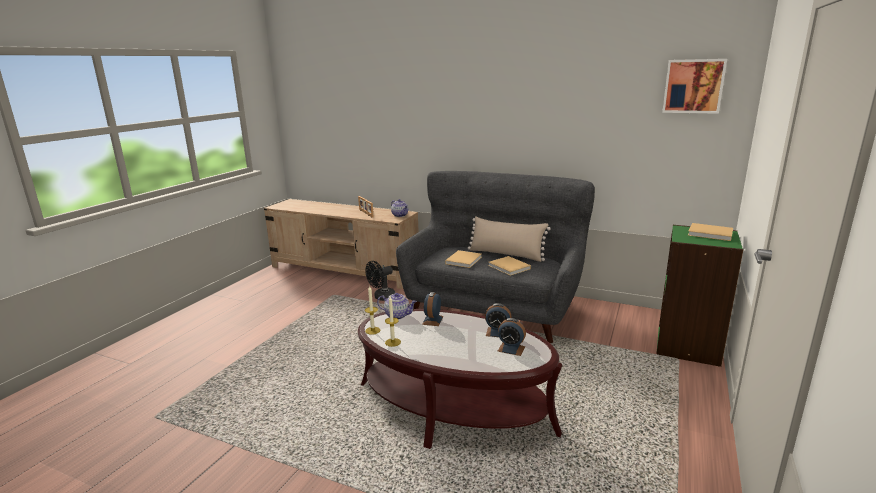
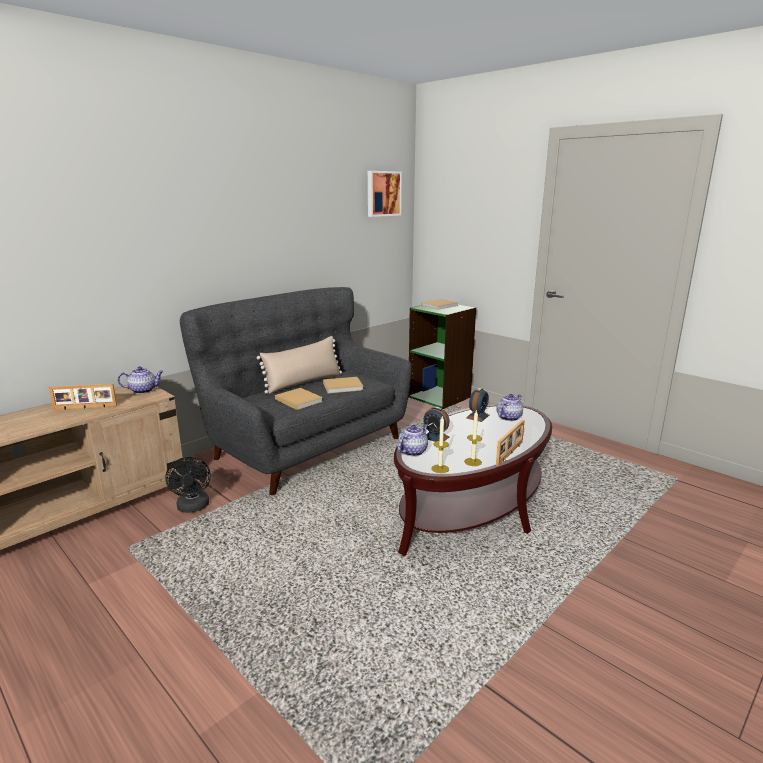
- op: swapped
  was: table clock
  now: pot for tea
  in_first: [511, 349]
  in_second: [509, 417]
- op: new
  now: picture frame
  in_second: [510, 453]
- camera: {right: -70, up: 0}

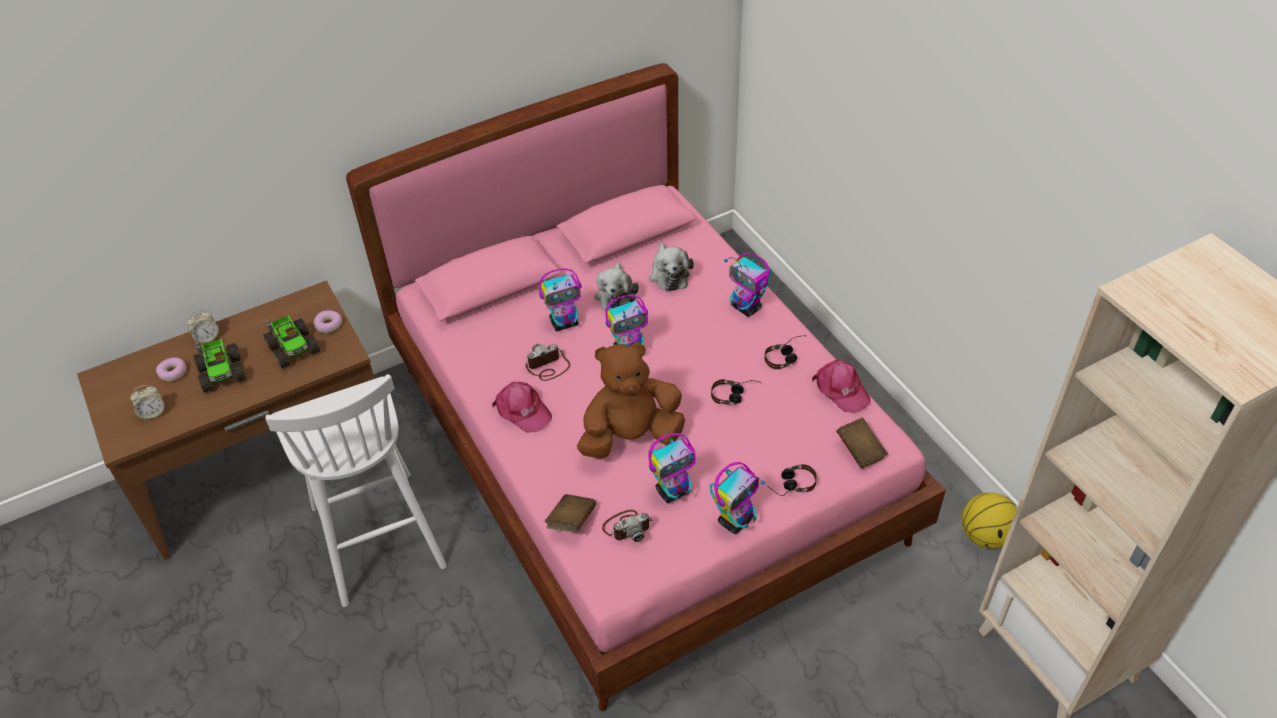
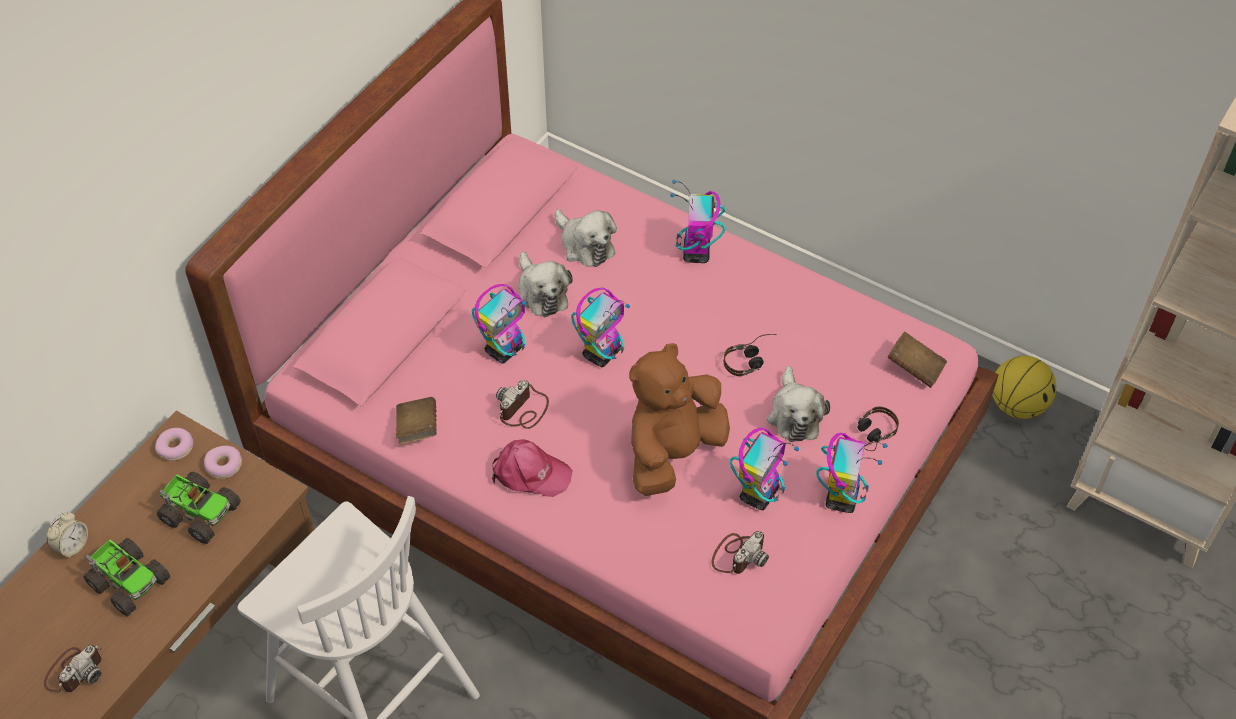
- op: rotated
  was: toy robot
  in_first: [746, 308]
  in_second: [696, 253]
  clockwise: 75
- op: gone
  was: pair of headphones
  in_first: [786, 357]
- op: shifted
  was: ring doughnut
  in_first: [173, 373]
  in_second: [176, 448]
- op: gone
  was: pinkish peaked cap
  in_first: [841, 389]
- op: swapped
  was: table clock
  now: photo camera
  in_first: [153, 413]
  in_second: [75, 670]
- op: shifted
  was: brownish book
  in_first: [571, 521]
  in_second: [417, 429]
- op: new
  now: cuddly toy
  in_second: [794, 414]
- camera: {right: -30, up: 5}

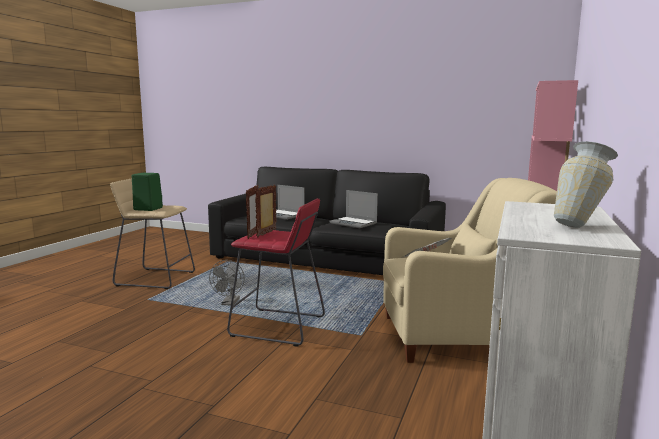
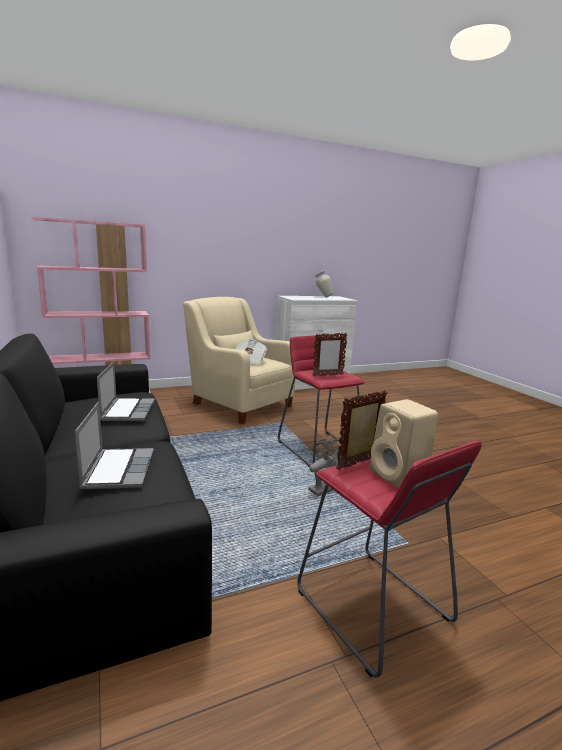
- op: repainted
  was: green-coloured speaker
  now: sand-coloured speaker
  in_first: [147, 209]
  in_second: [400, 476]
- op: repainted
  was: sand-coloured stool seat
  now: reddish stool seat
  in_first: [155, 278]
  in_second: [372, 607]
- op: shifted
  was: picture frame
  in_first: [253, 235]
  in_second: [358, 463]
- camera: {right: -135, up: 5}

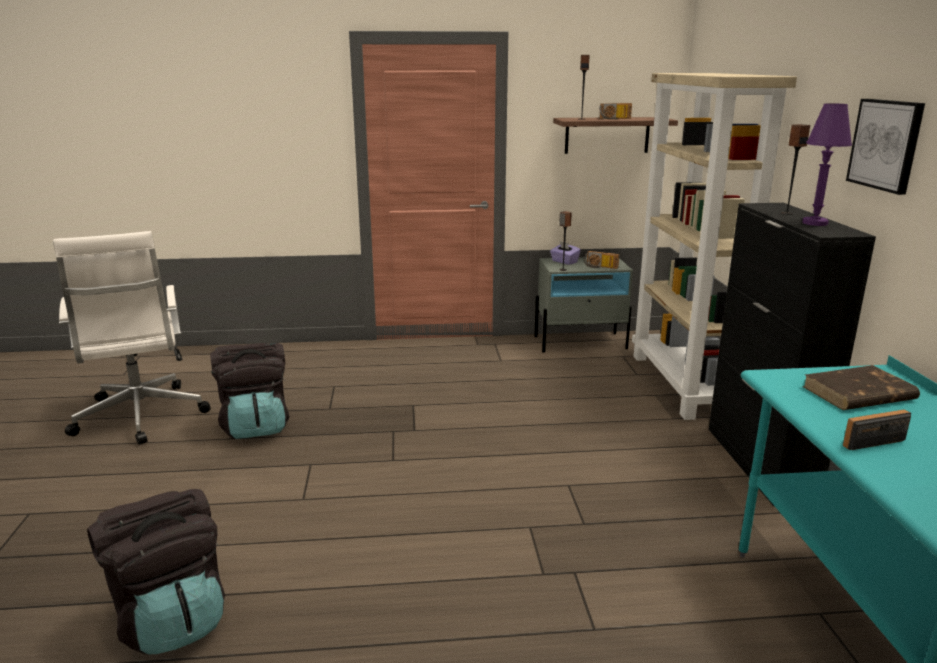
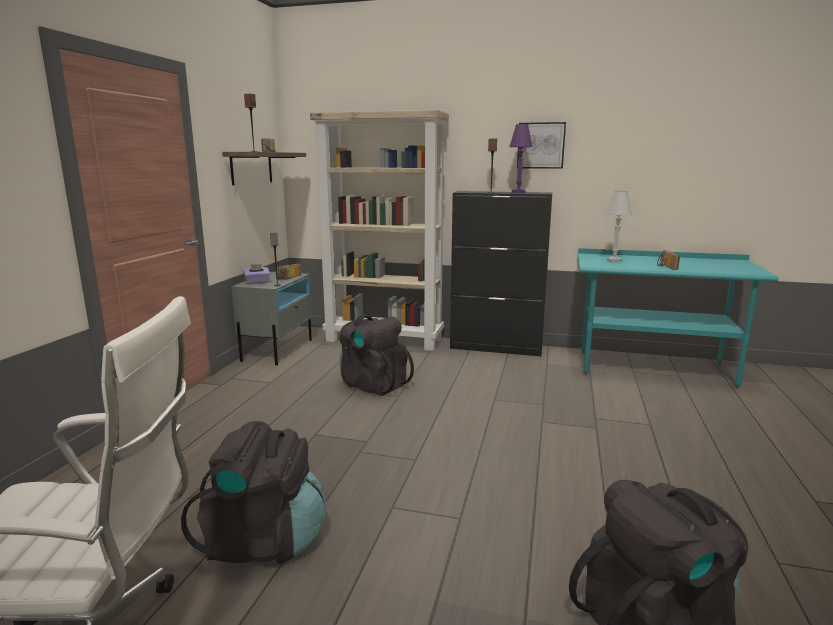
- op: swapped
  was: brownish book
  now: white tabletop lamp
  in_first: [858, 394]
  in_second: [614, 260]
- op: new
  now: blackish knapsack
  in_second: [373, 384]
- camera: {right: -70, up: -5}

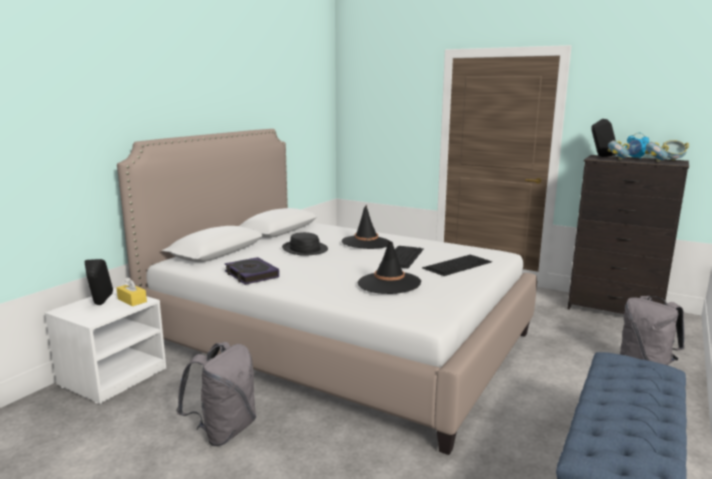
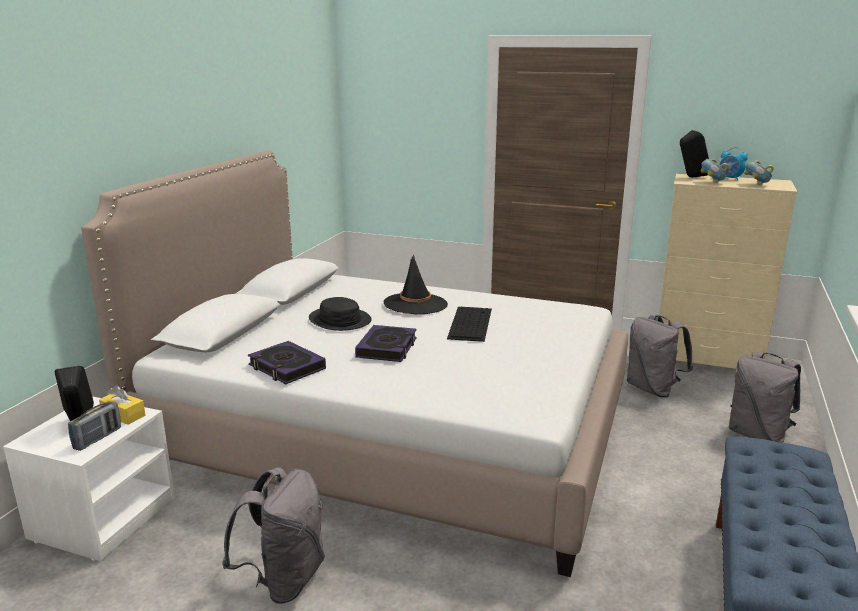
- op: gone
  was: serving bowl
  in_first: [672, 160]
- op: repainted
  was: blackish chest of drawers
  now: sand-coloured chest of drawers
  in_first: [615, 310]
  in_second: [707, 361]
- op: gone
  was: blackish clothing hat
  in_first: [389, 283]
- op: gone
  was: keyboard
  in_first: [457, 264]
- op: new
  now: grey knapsack
  in_second: [653, 389]
- op: new
  now: book
  in_second: [387, 348]
- op: new
  now: radio
  in_second: [98, 438]
- camera: {right: -10, up: 5}

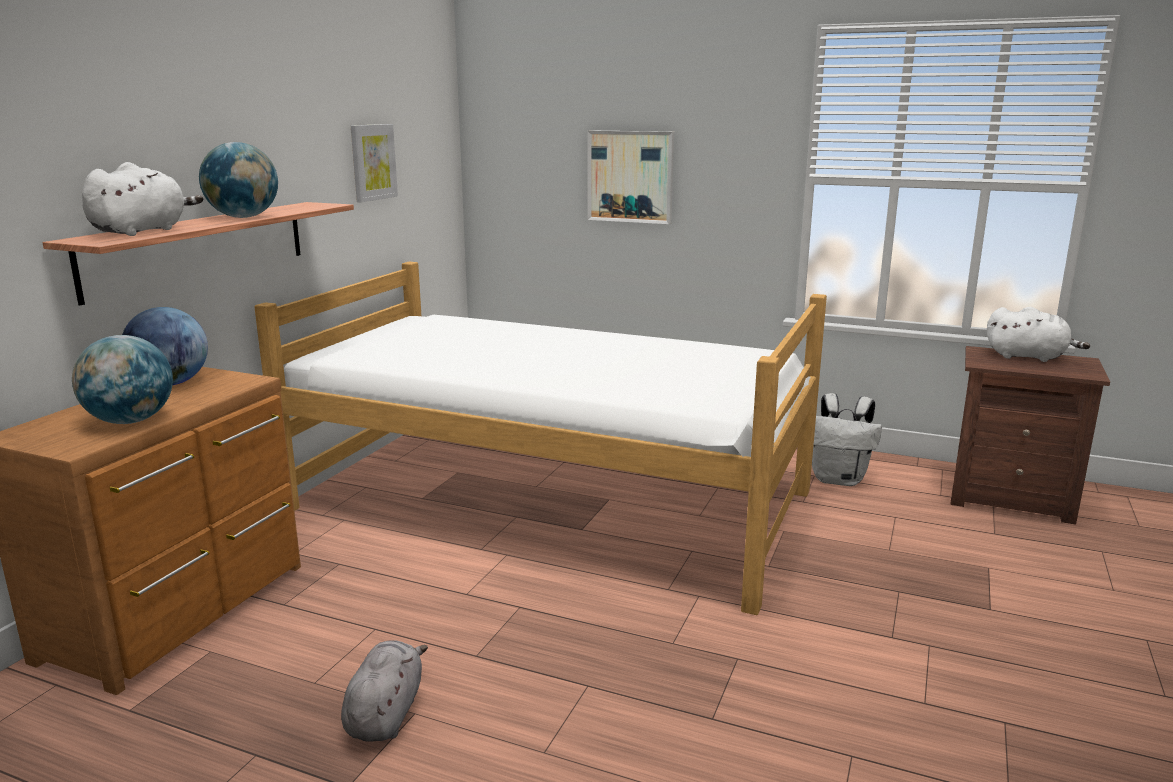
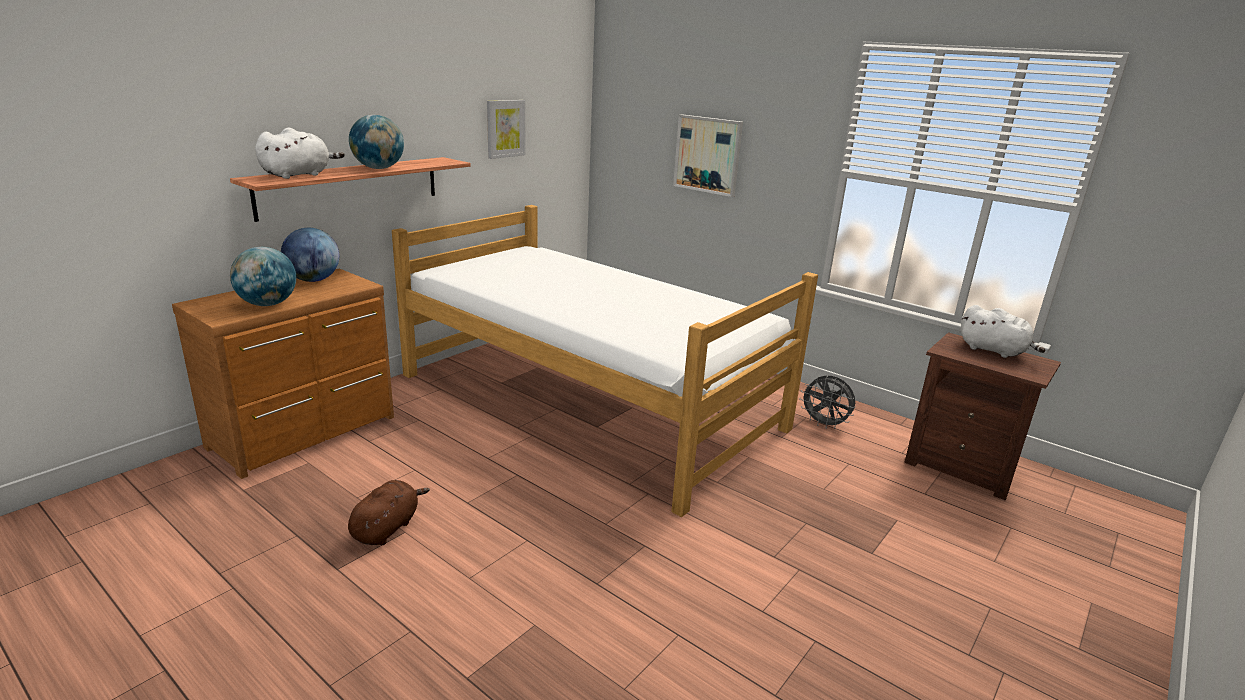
- op: swapped
  was: white knapsack
  now: grey fan
  in_first: [839, 479]
  in_second: [824, 424]
- op: repainted
  was: grey cuddly toy
  now: brownish cuddly toy
  in_first: [386, 714]
  in_second: [387, 528]
- camera: {right: 15, up: 5}

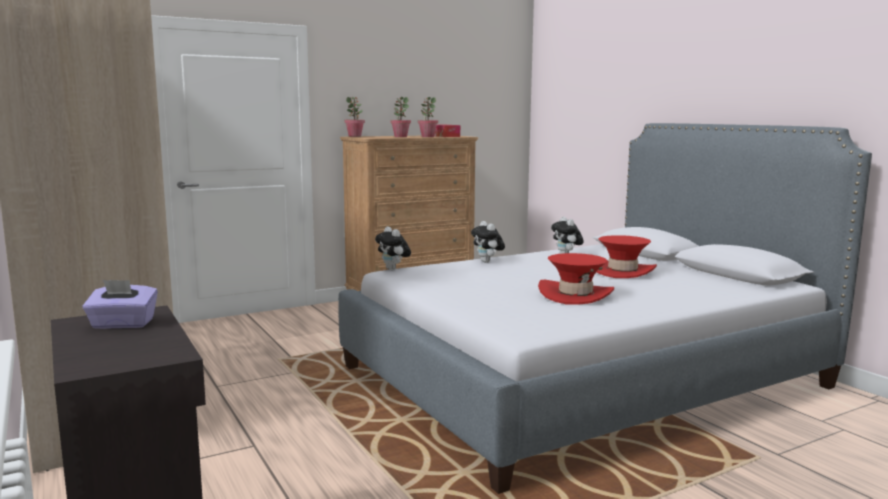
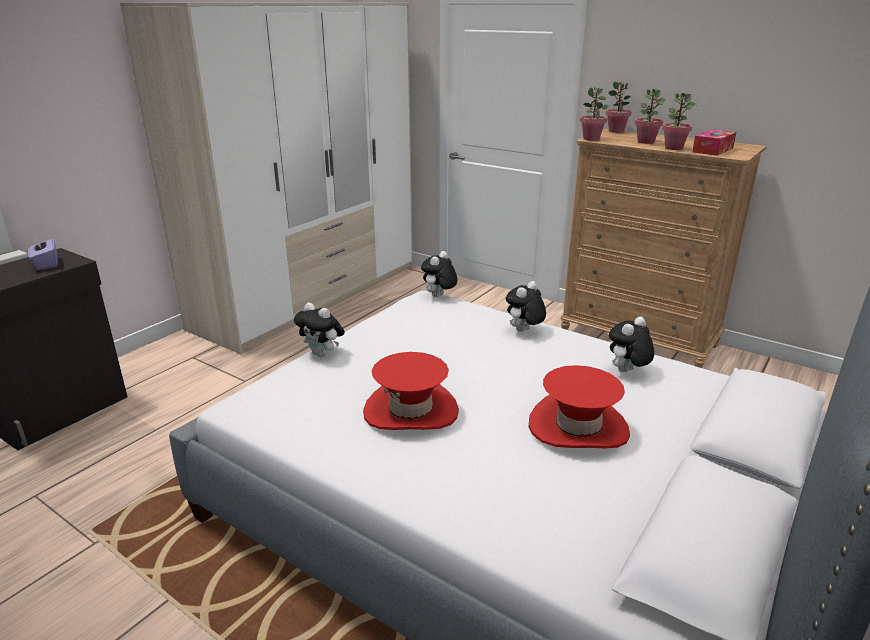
- op: new
  now: plant in a pot
  in_second: [591, 139]
- op: new
  now: cuddly toy
  in_second: [322, 354]
- camera: {right: 65, up: 15}

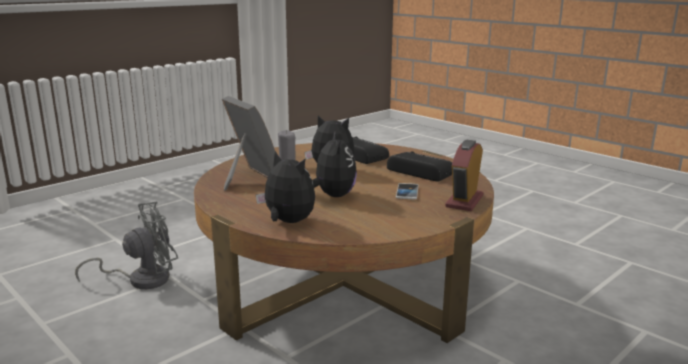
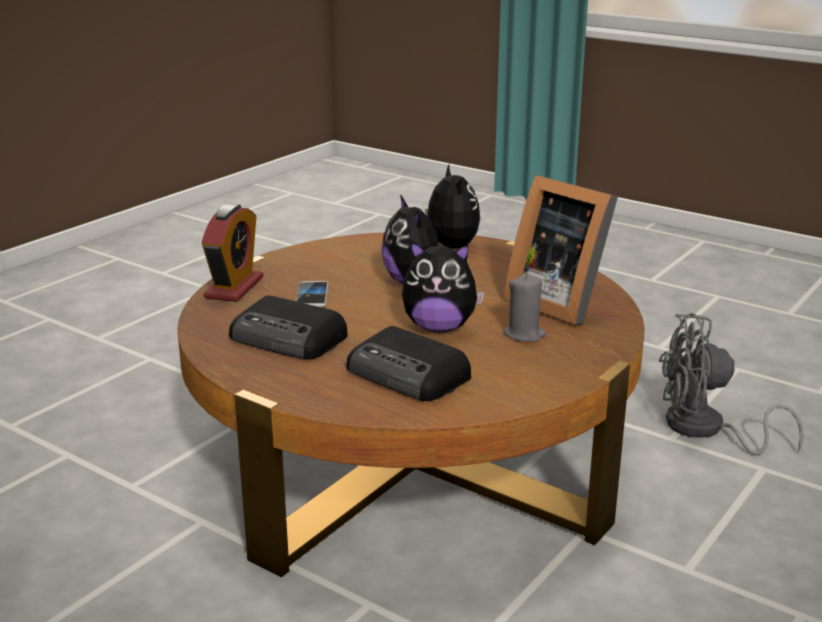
- op: rotated
  was: cuddly toy
  in_first: [287, 222]
  in_second: [448, 246]
  clockwise: -135
- op: rotated
  was: grey fan
  in_first: [141, 279]
  in_second: [705, 430]
  clockwise: 45
- camera: {right: 170, up: 5}

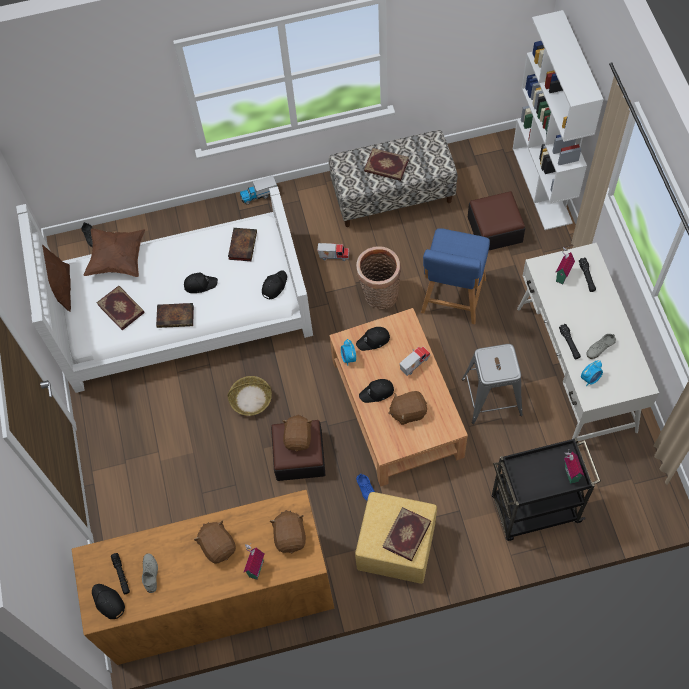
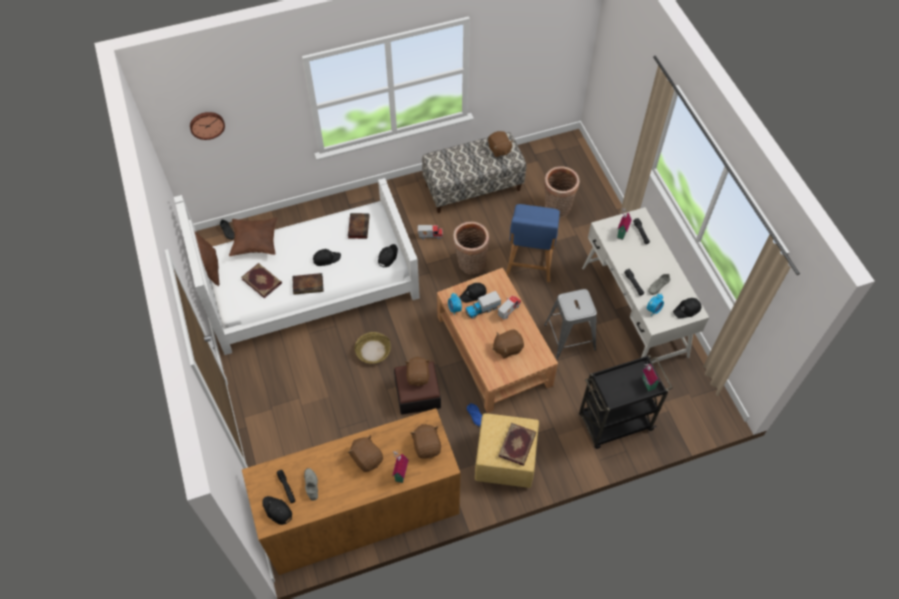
- op: gone
  was: white shelving unit
  in_first: [542, 185]
- op: gone
  was: book
  in_first: [386, 166]
- op: shifted
  was: model truck
  in_first: [259, 195]
  in_second: [482, 309]
- op: swapped
  was: ottoman
  now: household basket
  in_first: [494, 229]
  in_second: [557, 209]
- op: shifted
  was: blackish peaked cap
  in_first: [377, 392]
  in_second: [687, 310]
- op: new
  now: hanging clock
  in_second: [207, 124]
- op: new
  now: brownish cuddly toy
  in_second: [499, 150]
- camera: {right: -10, up: -5}

